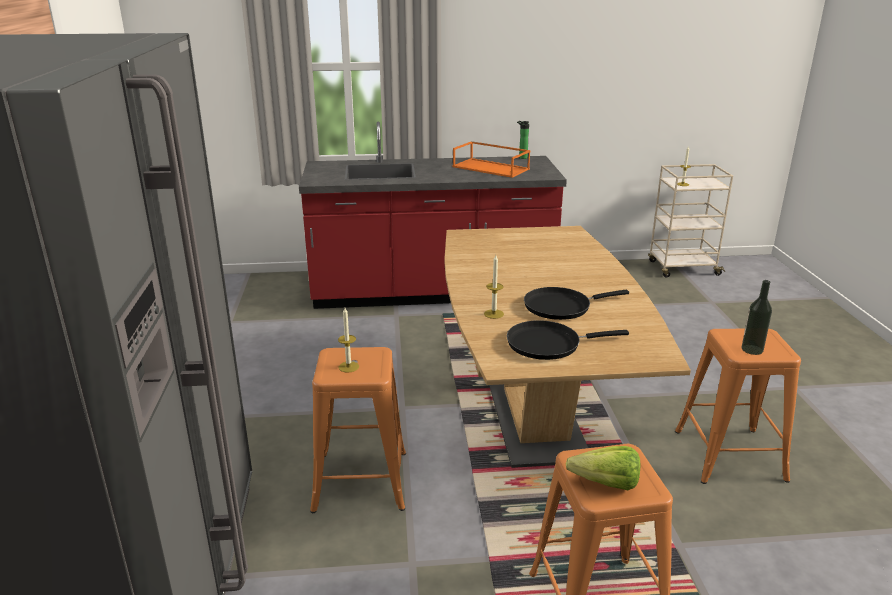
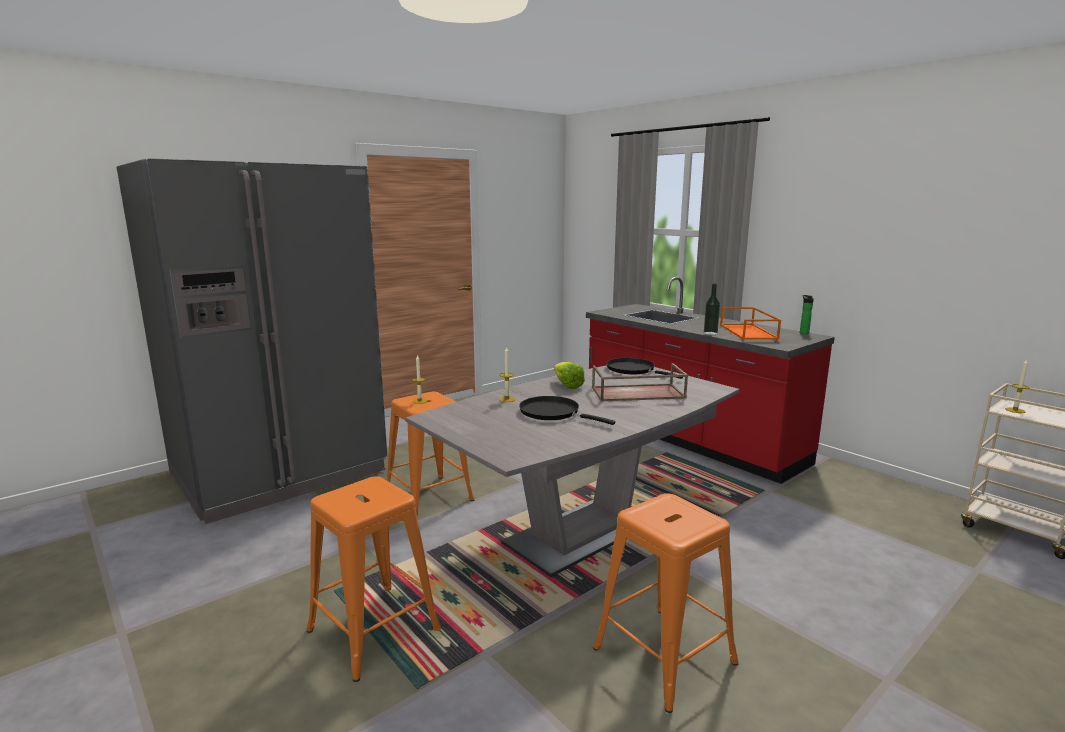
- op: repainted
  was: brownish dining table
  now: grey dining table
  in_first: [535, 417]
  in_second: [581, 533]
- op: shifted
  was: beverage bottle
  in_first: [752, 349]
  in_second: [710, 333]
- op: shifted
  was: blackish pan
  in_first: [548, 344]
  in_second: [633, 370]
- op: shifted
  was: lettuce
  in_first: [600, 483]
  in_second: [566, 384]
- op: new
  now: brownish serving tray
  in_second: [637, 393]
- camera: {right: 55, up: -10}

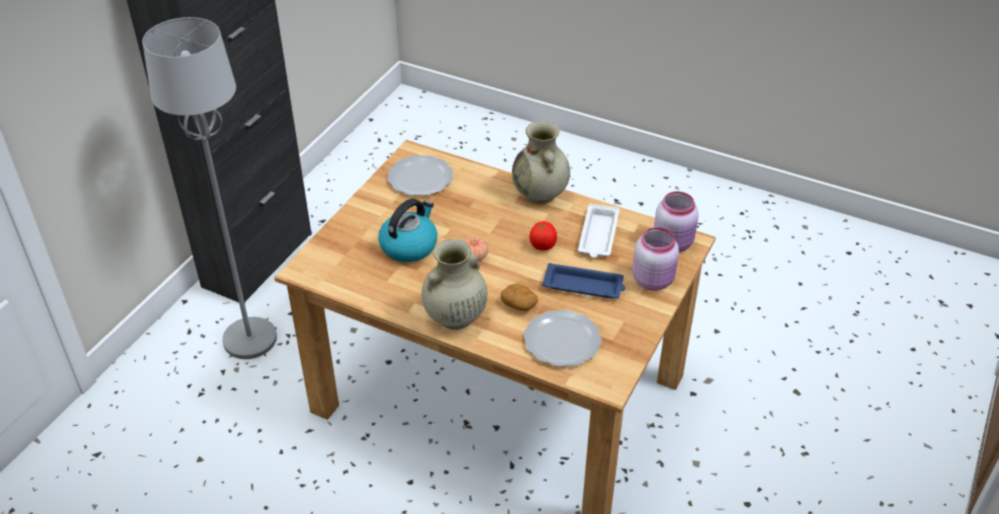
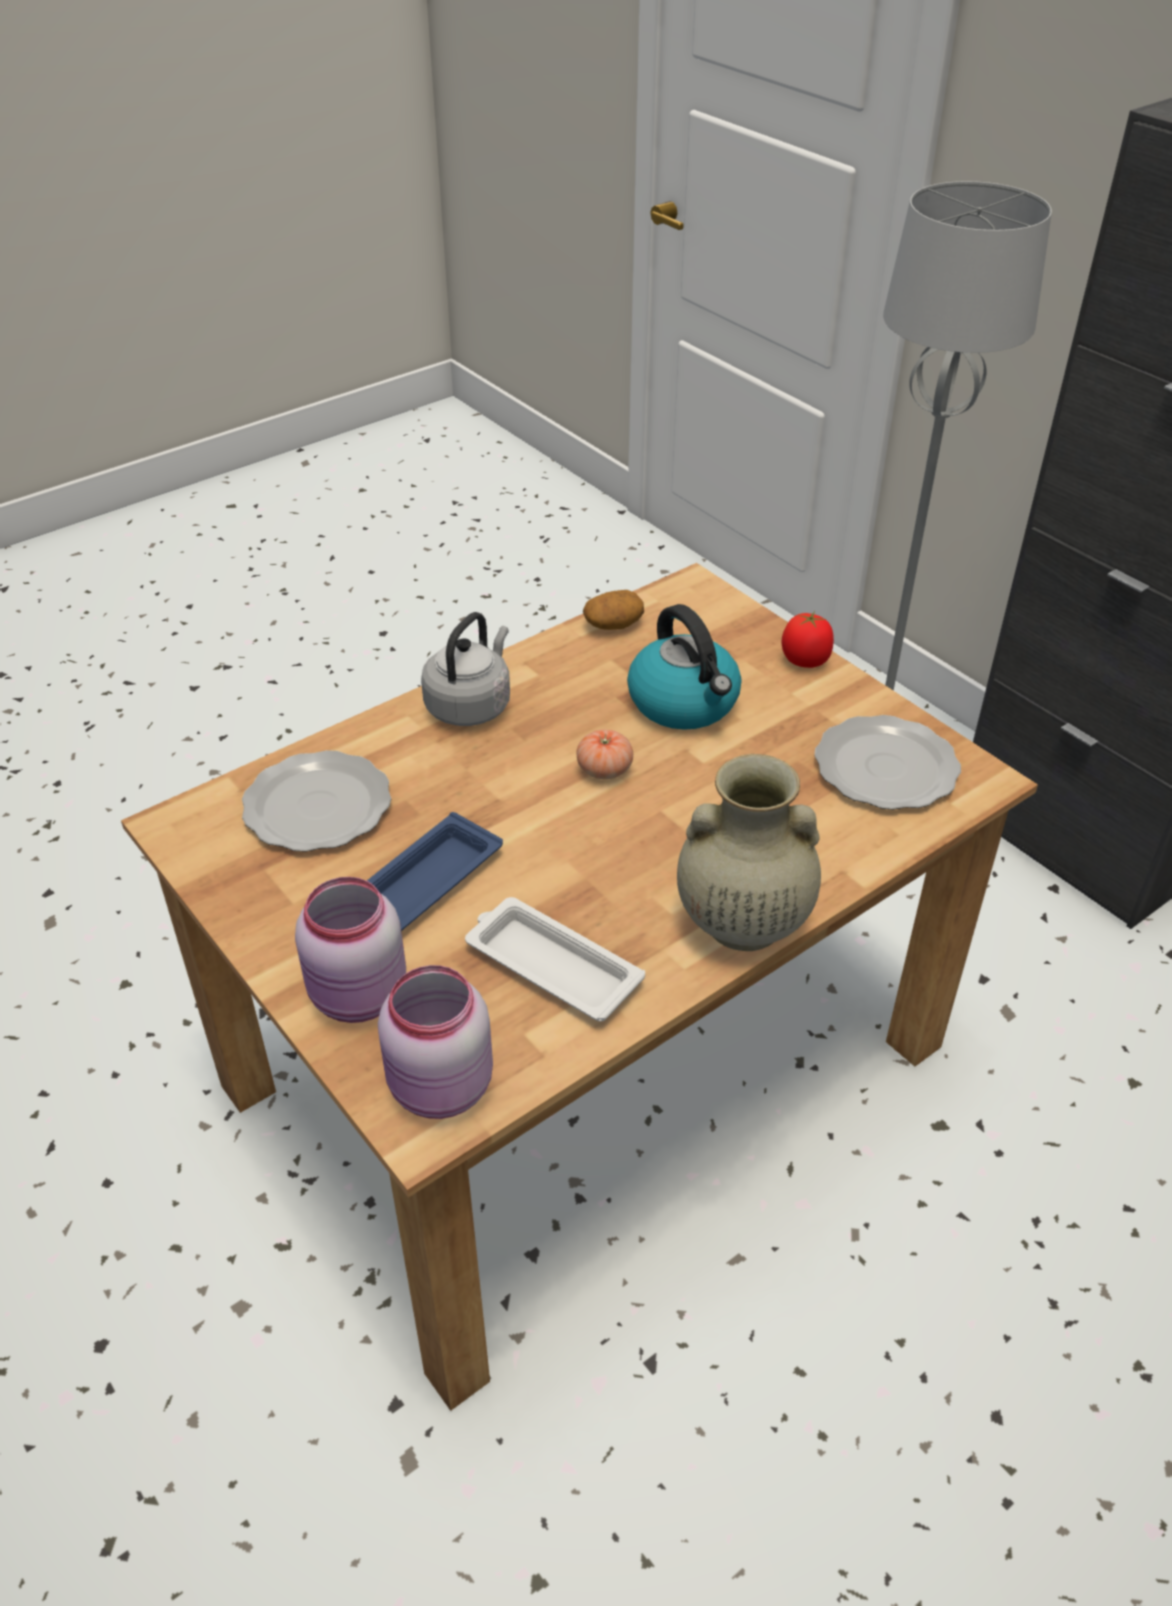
- op: shifted
  was: tomato
  in_first: [542, 246]
  in_second: [805, 661]
- op: swapped
  was: sand-coloured decorative vase
  now: grey water kettle
  in_first: [454, 317]
  in_second: [470, 705]
- op: shifted
  was: whole potato
  in_first: [519, 305]
  in_second: [613, 625]
- camera: {right: 115, up: 0}

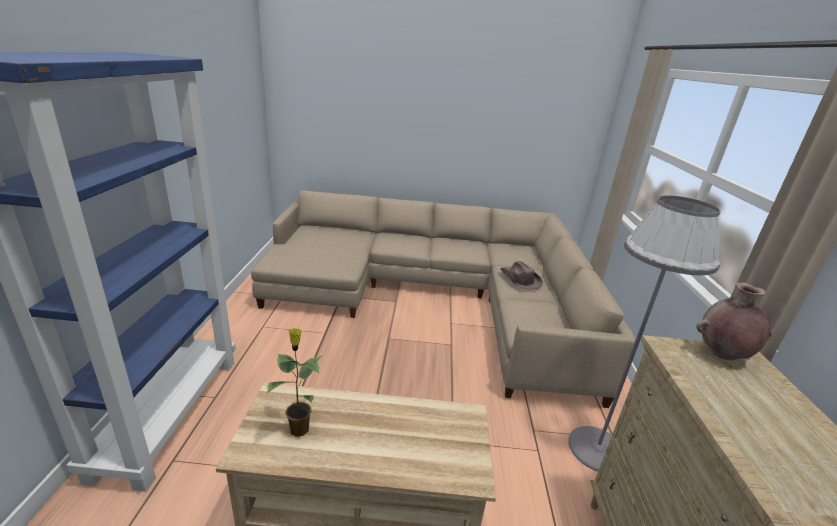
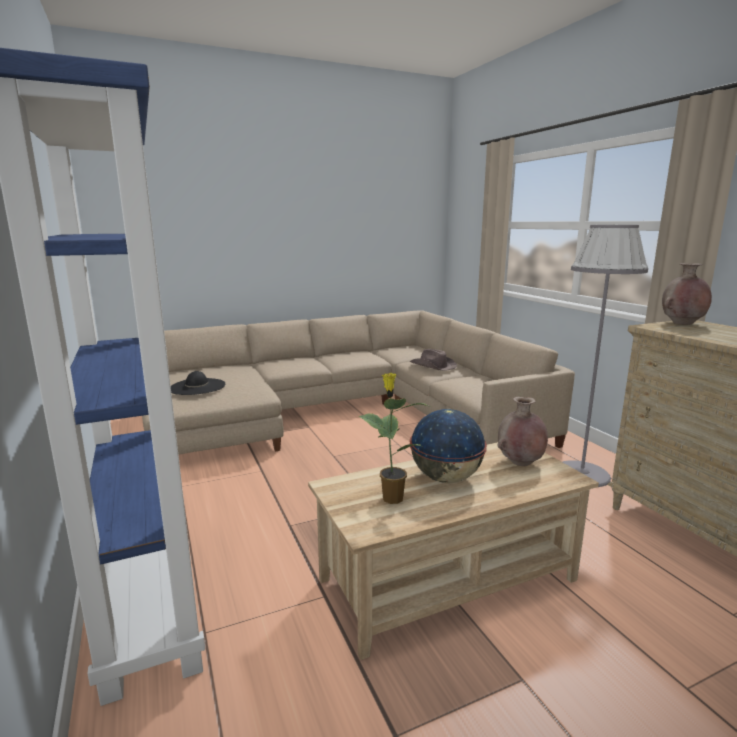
- op: new
  now: blackish clothing hat
  in_second: [197, 386]
- op: new
  now: brownish decorative vase
  in_second: [520, 463]
- op: new
  now: desk globe
  in_second: [446, 478]
- camera: {right: -25, up: -10}

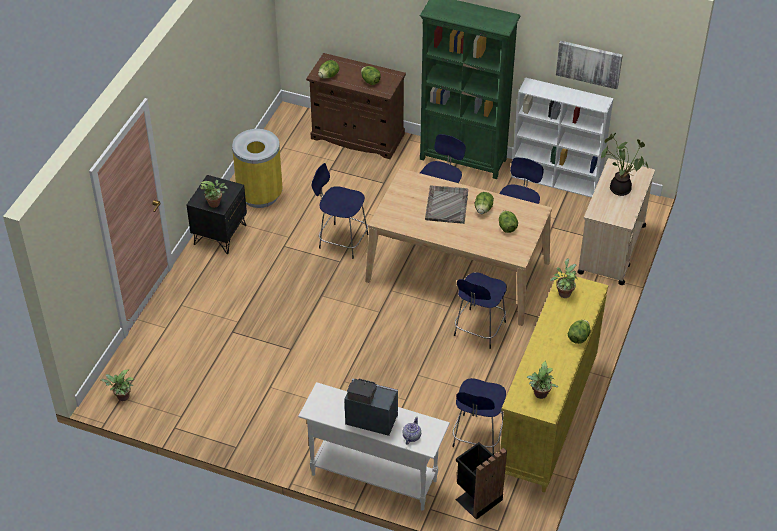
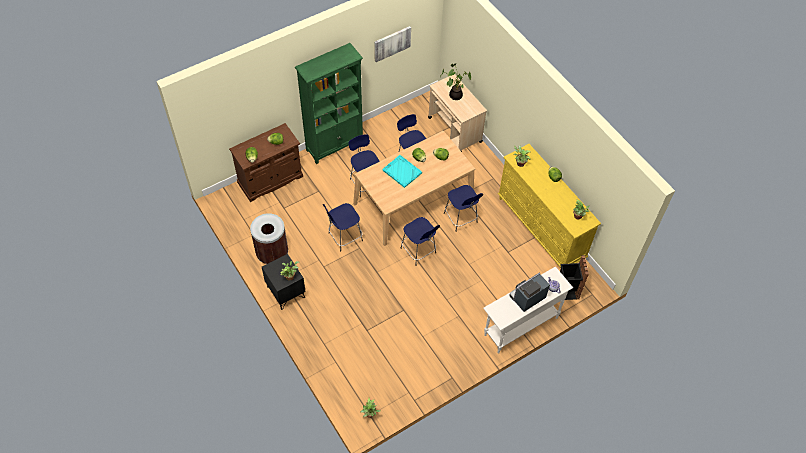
- op: gone
  was: white shelving unit
  in_first: [557, 180]
- op: repainted
  was: yellow waste bin
  now: brownish waste bin
  in_first: [260, 195]
  in_second: [272, 253]
- op: repainted
  was: grey serving tray
  now: turquoise-coloured serving tray
  in_first: [447, 205]
  in_second: [401, 171]
- op: shifted
  was: bluish stool seat
  in_first: [477, 437]
  in_second: [419, 251]
- camera: {right: -55, up: 10}

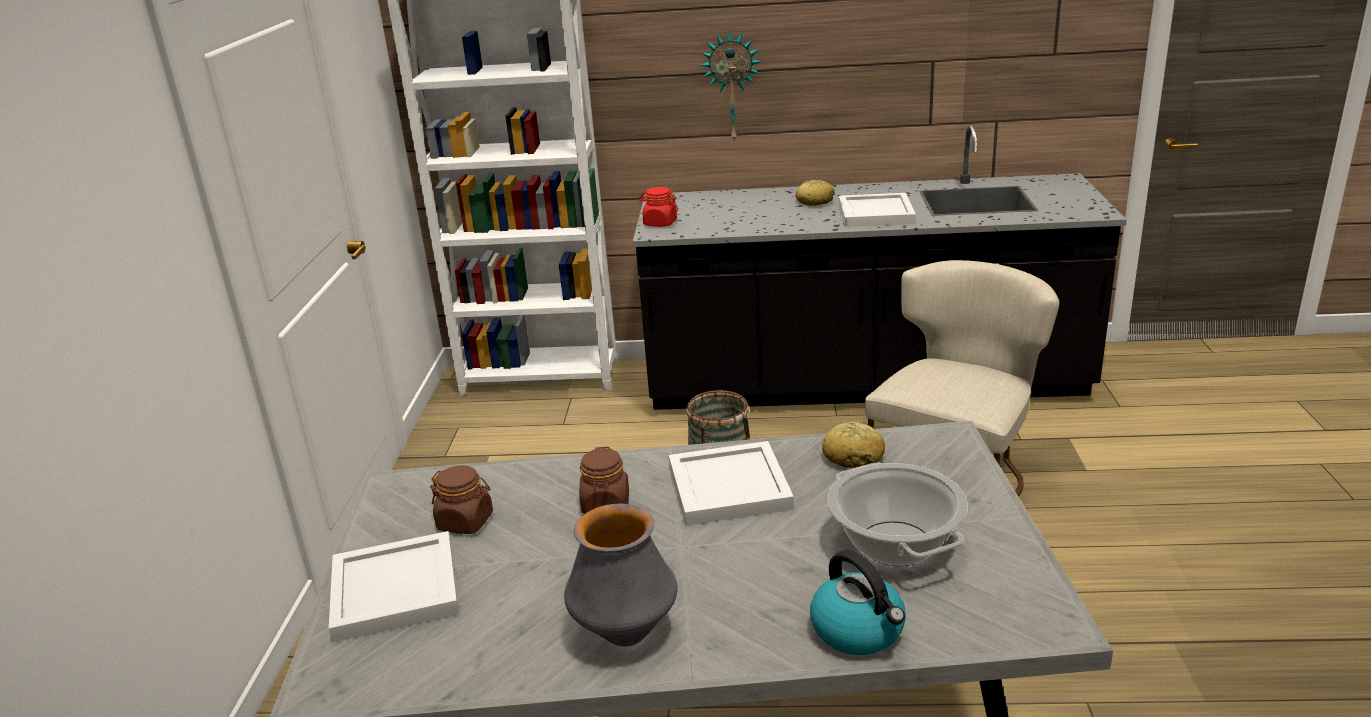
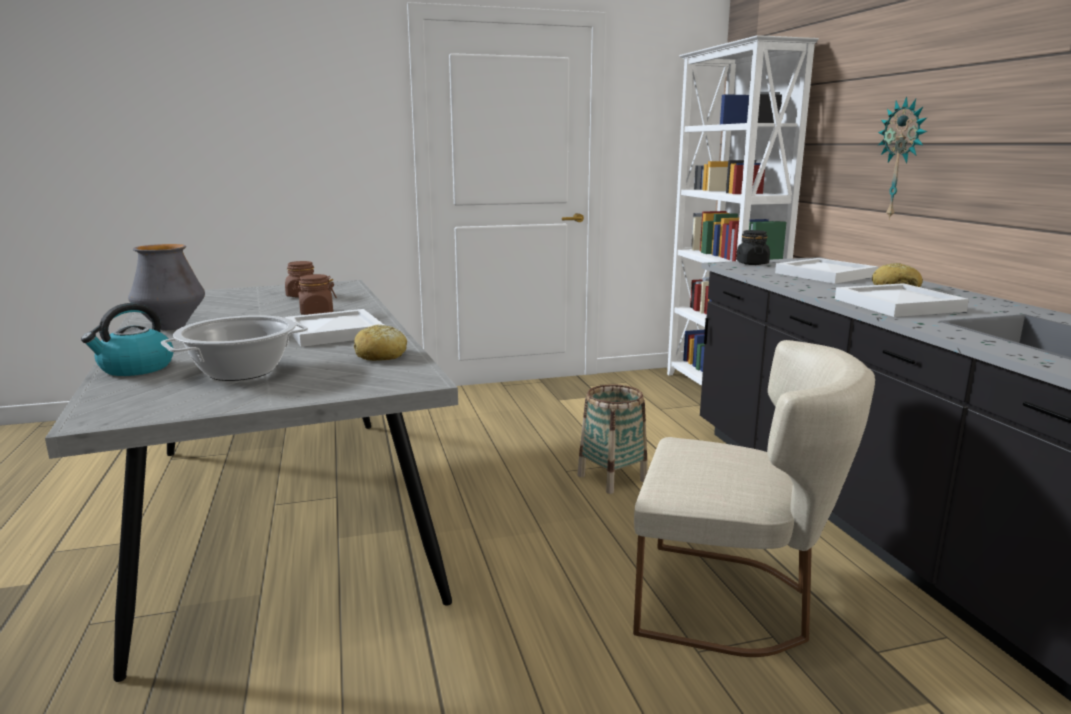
- op: repainted
  was: reddish storage jar
  now: blackish storage jar
  in_first: [660, 223]
  in_second: [752, 263]
- op: shifted
  was: white serving tray
  in_first: [393, 589]
  in_second: [825, 274]
- camera: {right: 70, up: -10}

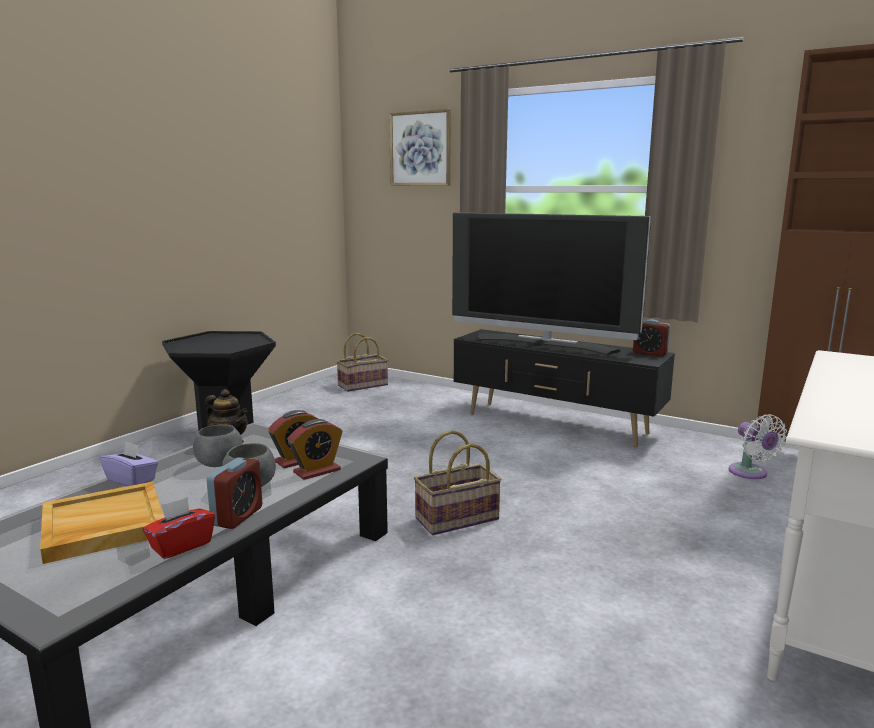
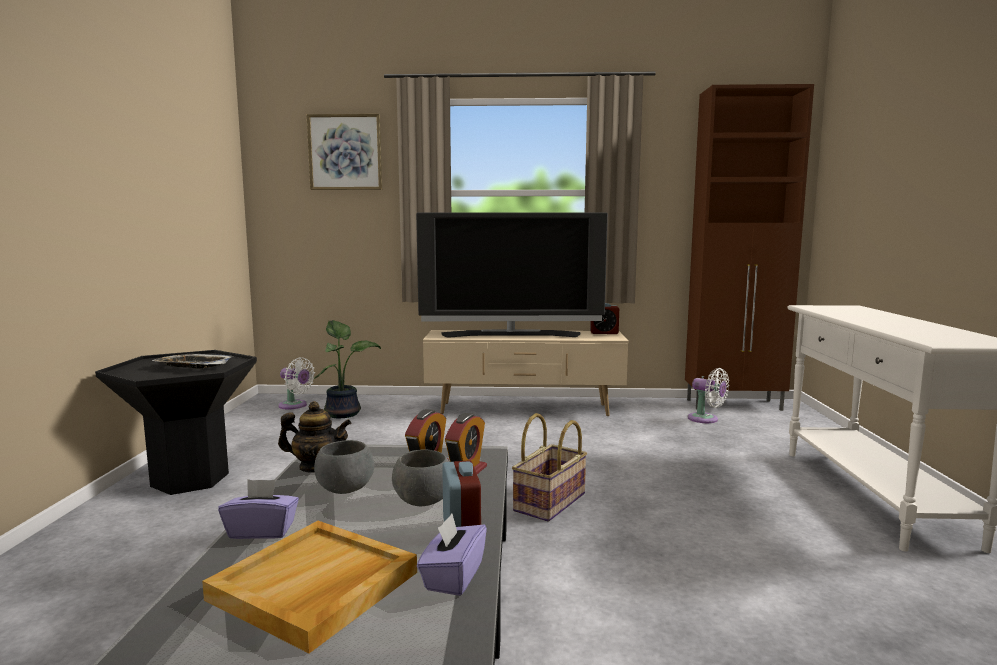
- op: repainted
  was: blackish tv unit
  now: sand-coloured tv unit
  in_first: [556, 424]
  in_second: [525, 410]
- op: swapped
  was: household basket
  now: white fan
  in_first: [363, 385]
  in_second: [295, 406]
- op: repainted
  was: reddish tissue box
  now: purple-coloured tissue box
  in_first: [181, 545]
  in_second: [453, 577]
- op: new
  now: plant in a pot
  in_second: [344, 413]
- op: new
  now: serving tray
  in_second: [193, 366]
- camera: {right: -30, up: -5}

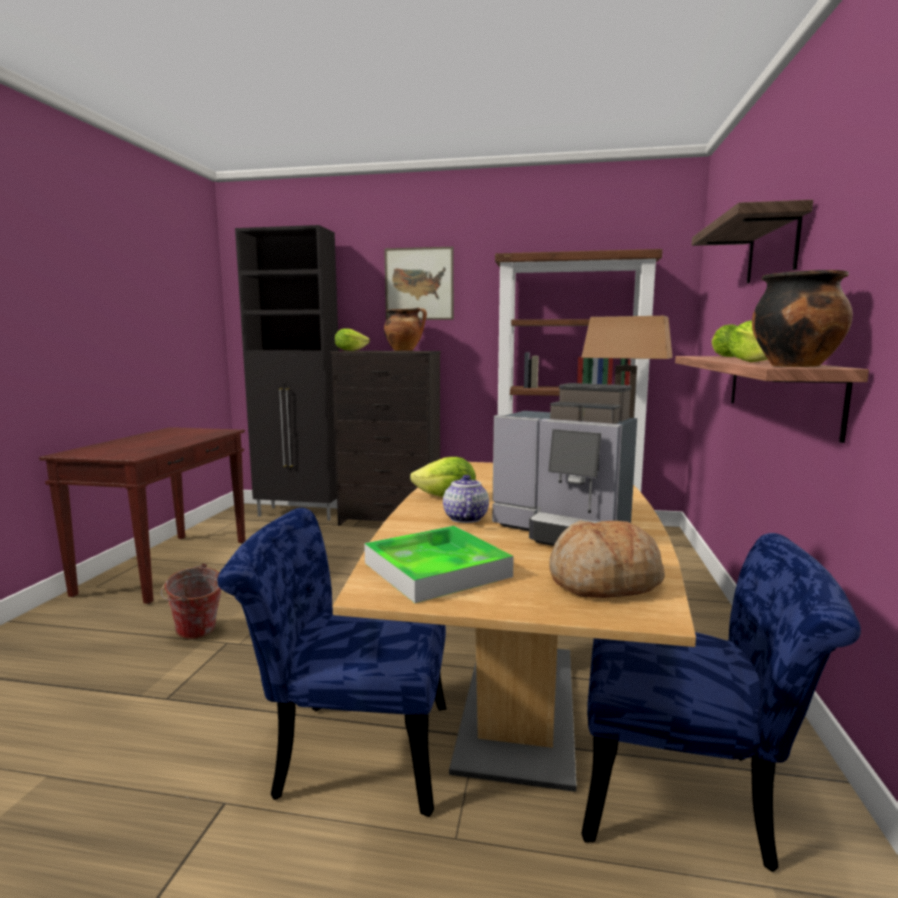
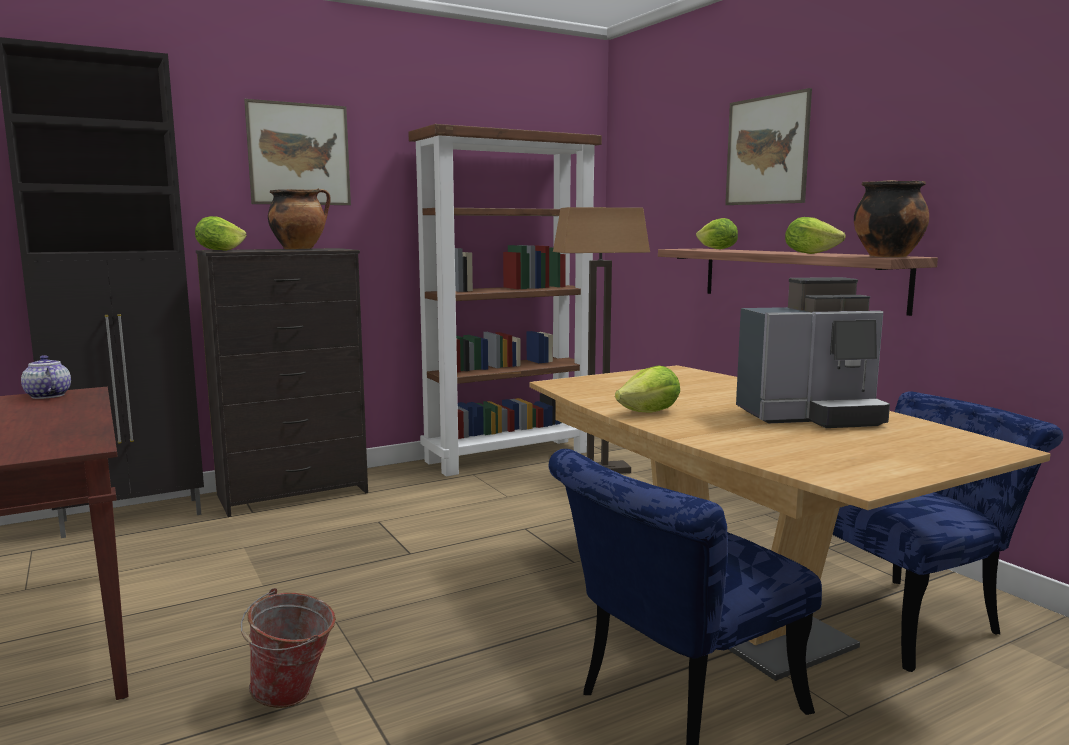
- op: swapped
  was: bracket shelf
  now: wall art
  in_first: [772, 248]
  in_second: [767, 150]
- op: shifted
  was: pot for tea
  in_first: [465, 518]
  in_second: [47, 395]
- op: gone
  was: baked bread
  in_first: [604, 582]
- op: gone
  was: serving tray
  in_first: [436, 569]
- camera: {right: -40, up: 0}

